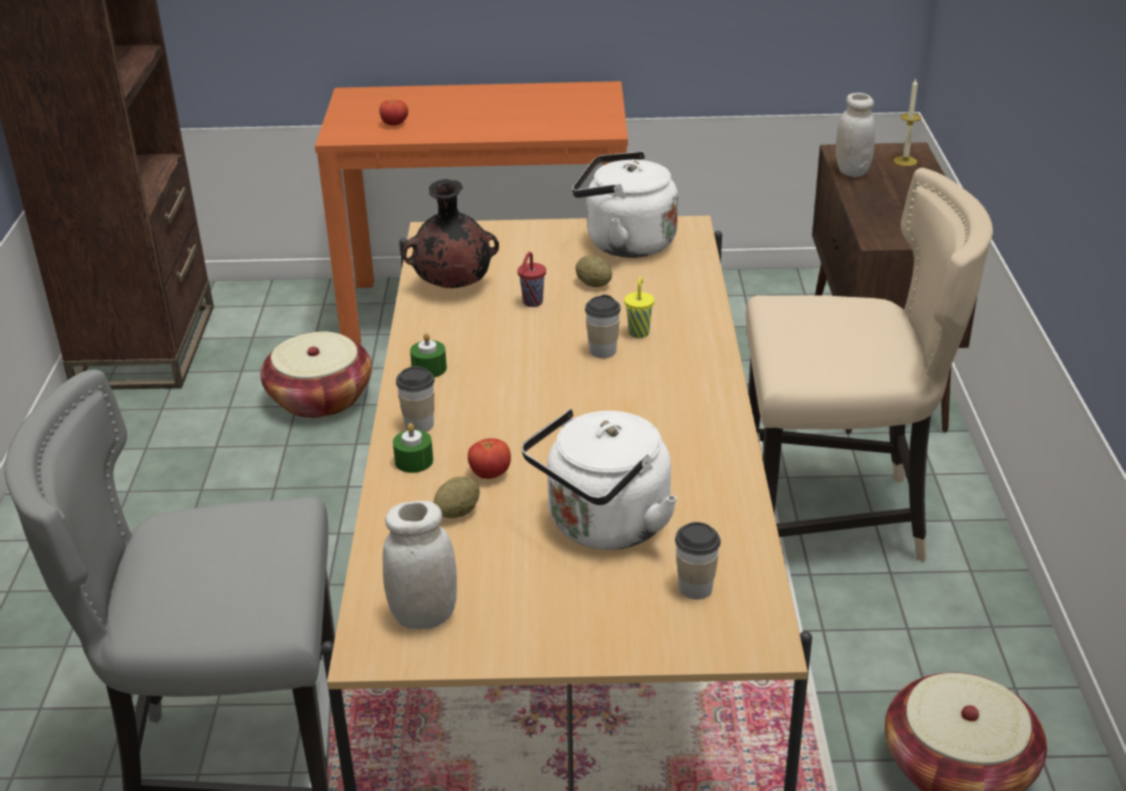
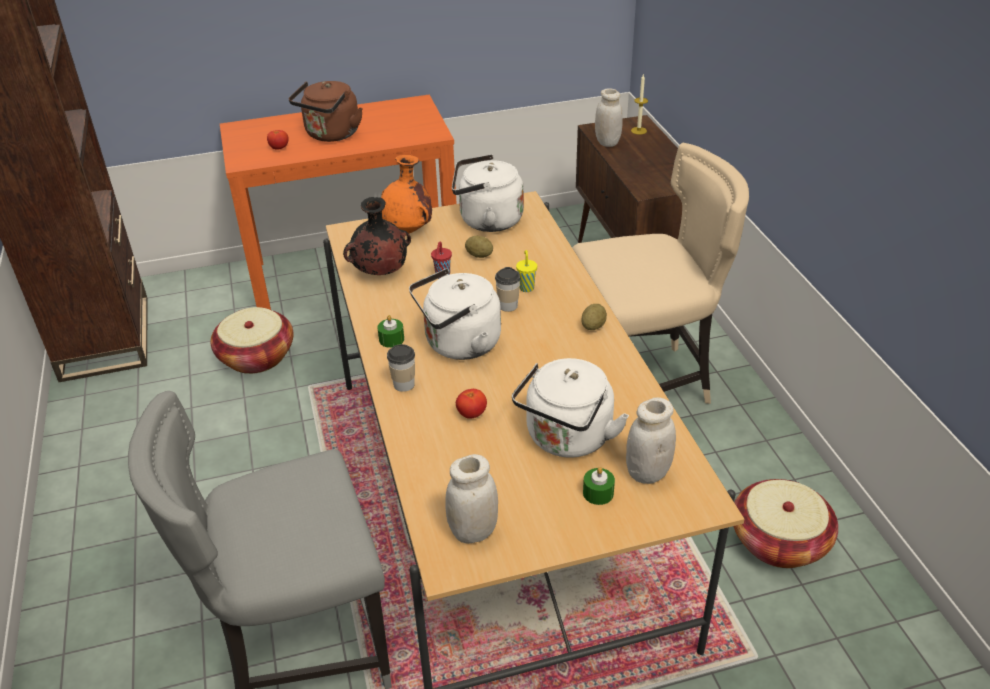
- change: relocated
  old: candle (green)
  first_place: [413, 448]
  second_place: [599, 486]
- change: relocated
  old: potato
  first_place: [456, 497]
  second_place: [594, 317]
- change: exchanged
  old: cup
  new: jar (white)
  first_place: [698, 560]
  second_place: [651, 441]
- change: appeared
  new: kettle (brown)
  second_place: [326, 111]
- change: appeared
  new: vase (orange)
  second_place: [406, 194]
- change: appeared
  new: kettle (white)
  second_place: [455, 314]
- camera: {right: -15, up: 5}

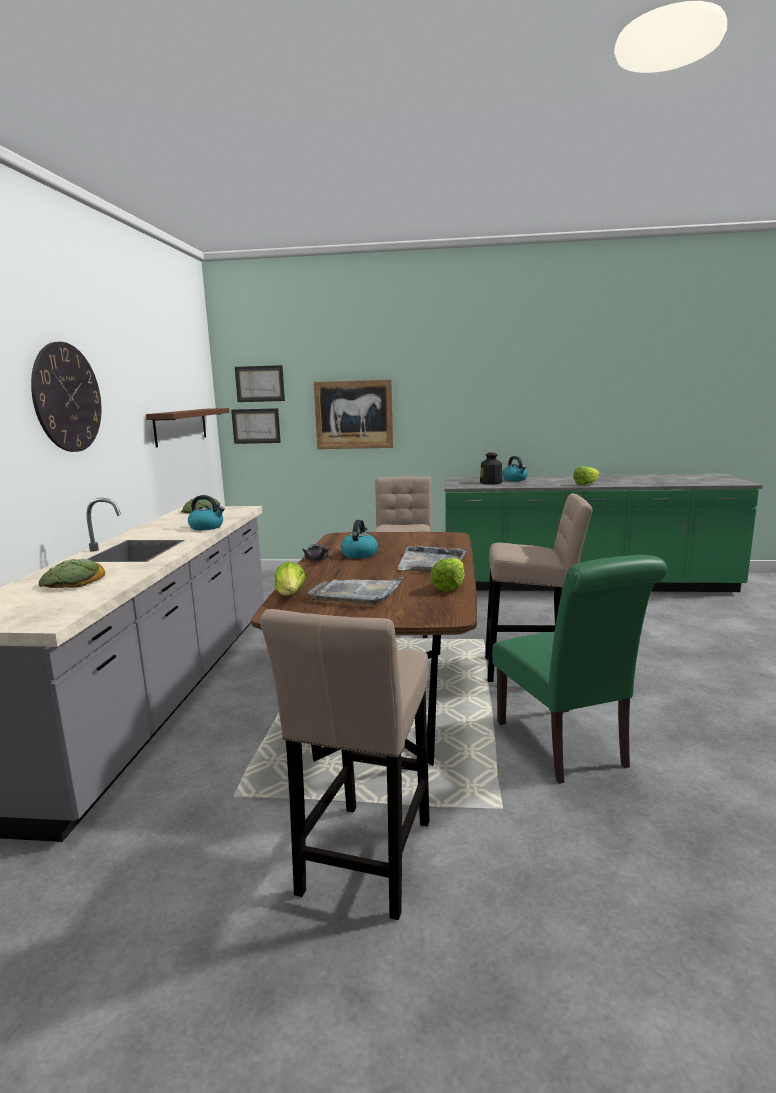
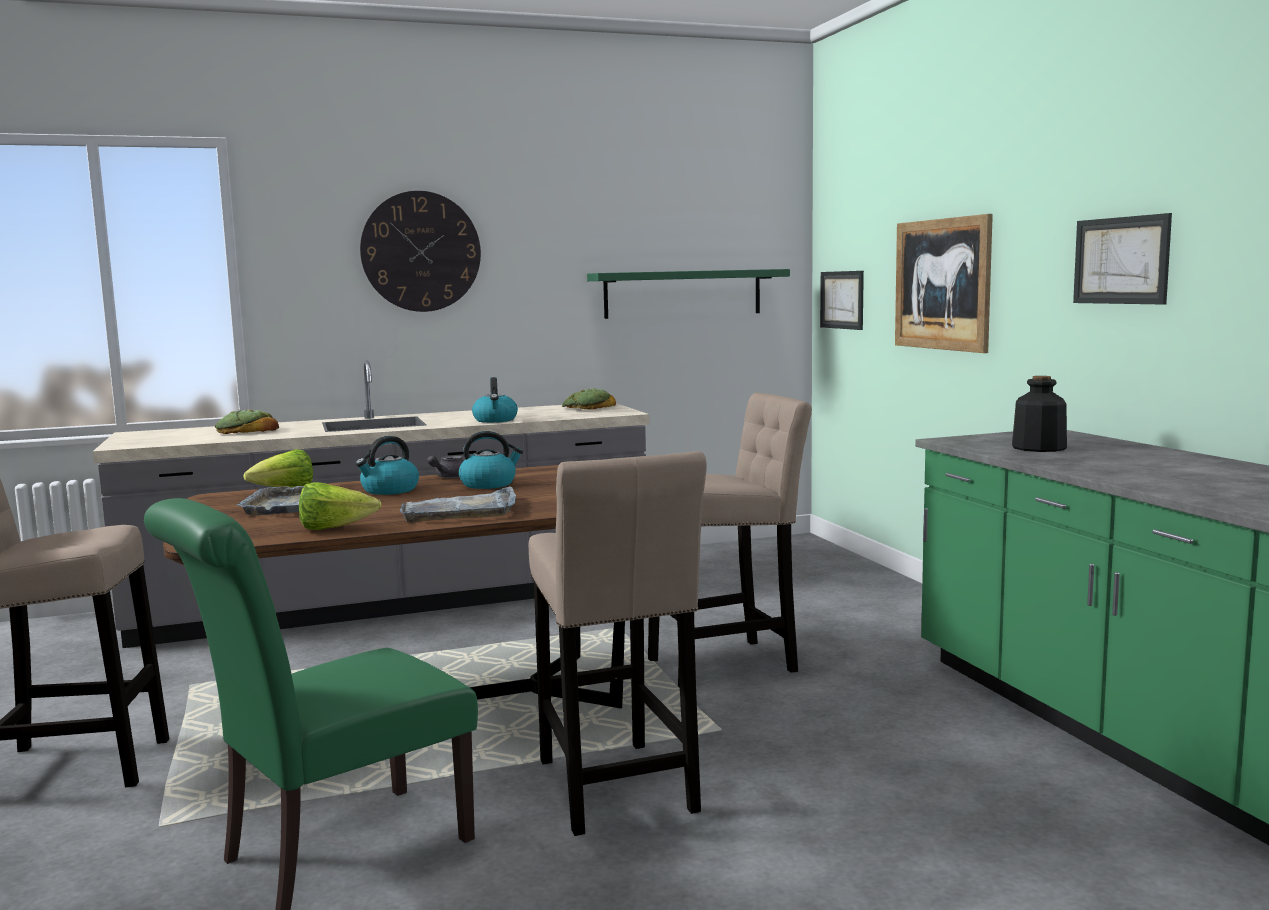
- change: colour
  old: shelf (brown)
  new: shelf (green)
  first_place: [187, 428]
  second_place: [688, 294]
- change: relocated
  old: picture
  first_place: [260, 383]
  second_place: [1122, 258]
- change: relocated
  old: kettle
  first_place: [515, 468]
  second_place: [387, 465]
- change: missing
  old: lettuce
  first_place: [586, 475]
- camera: {right: 65, up: -5}

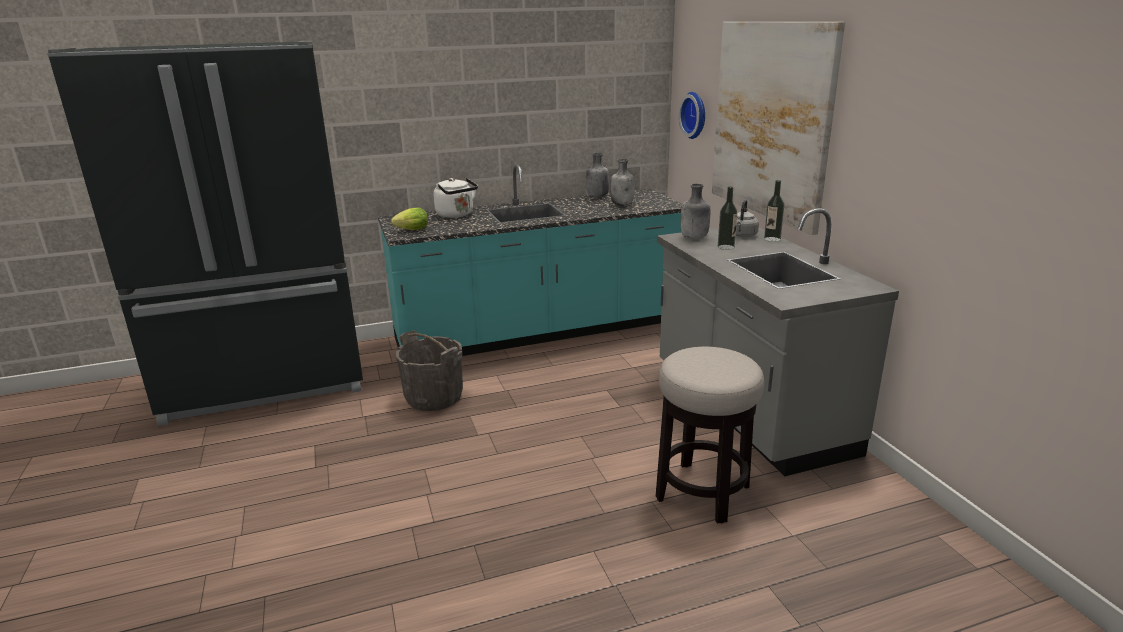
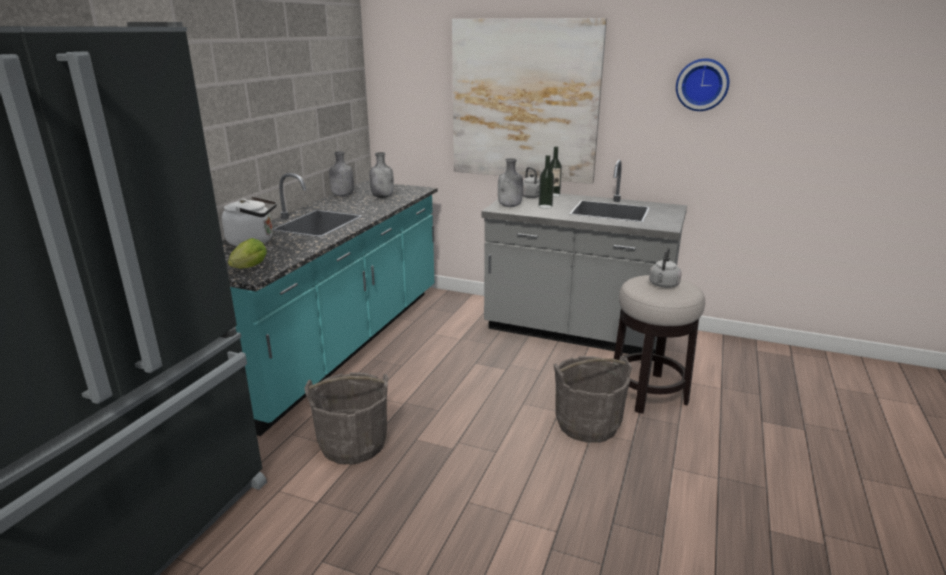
- change: relocated
  old: wall clock
  first_place: [692, 115]
  second_place: [702, 84]
- change: appeared
  new: bucket (grey)
  second_place: [592, 399]
- change: appeared
  new: kettle (grey)
  second_place: [665, 268]
- camera: {right: -50, up: 0}

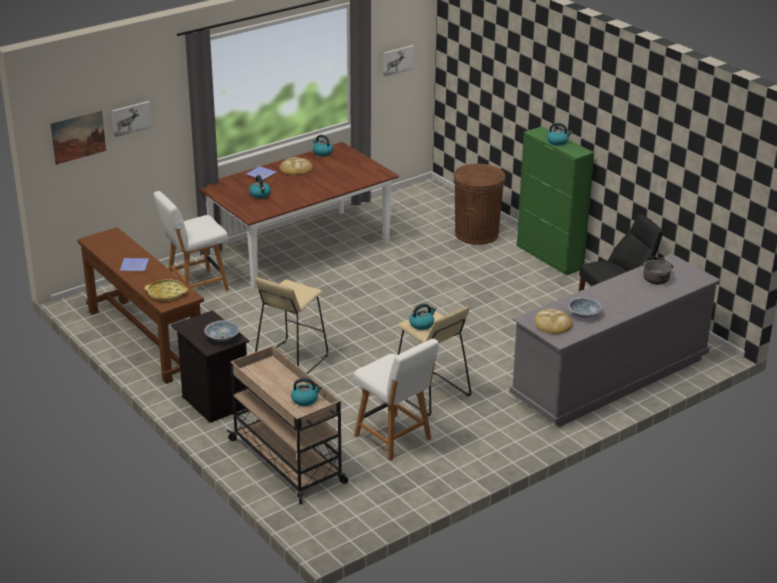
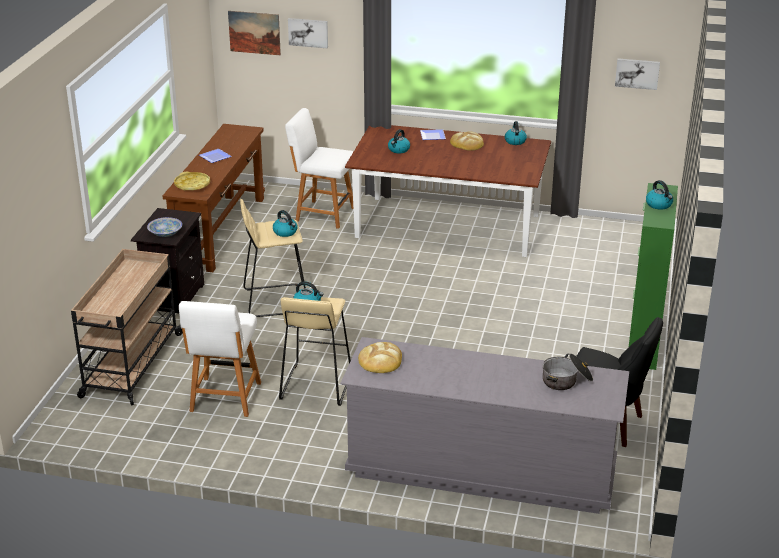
- change: relocated
  old: kettle
  first_place: [306, 392]
  second_place: [285, 223]
- change: missing
  old: trash can (brown)
  first_place: [479, 204]
- change: missing
  old: bowl
  first_place: [585, 307]
- camera: {right: 50, up: 0}

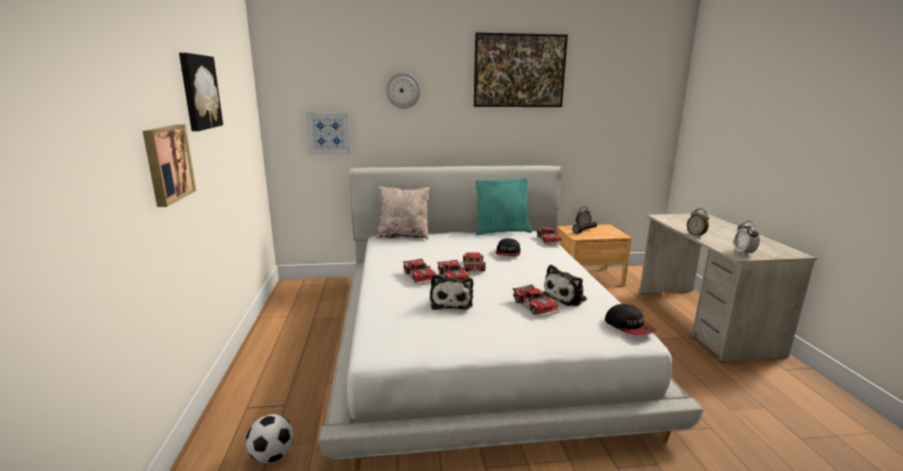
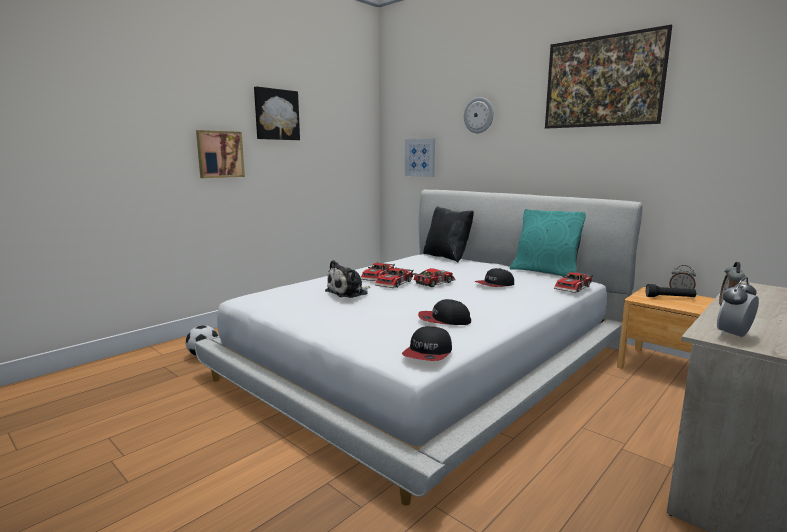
- change: colour
  old: pillow (beige)
  new: pillow (black)
  first_place: [403, 212]
  second_place: [448, 234]
- change: missing
  old: toy car
  first_place: [536, 300]
- change: exchanged
  old: plush toy
  new: cap
  first_place: [565, 285]
  second_place: [444, 312]
- camera: {right: 50, up: -5}

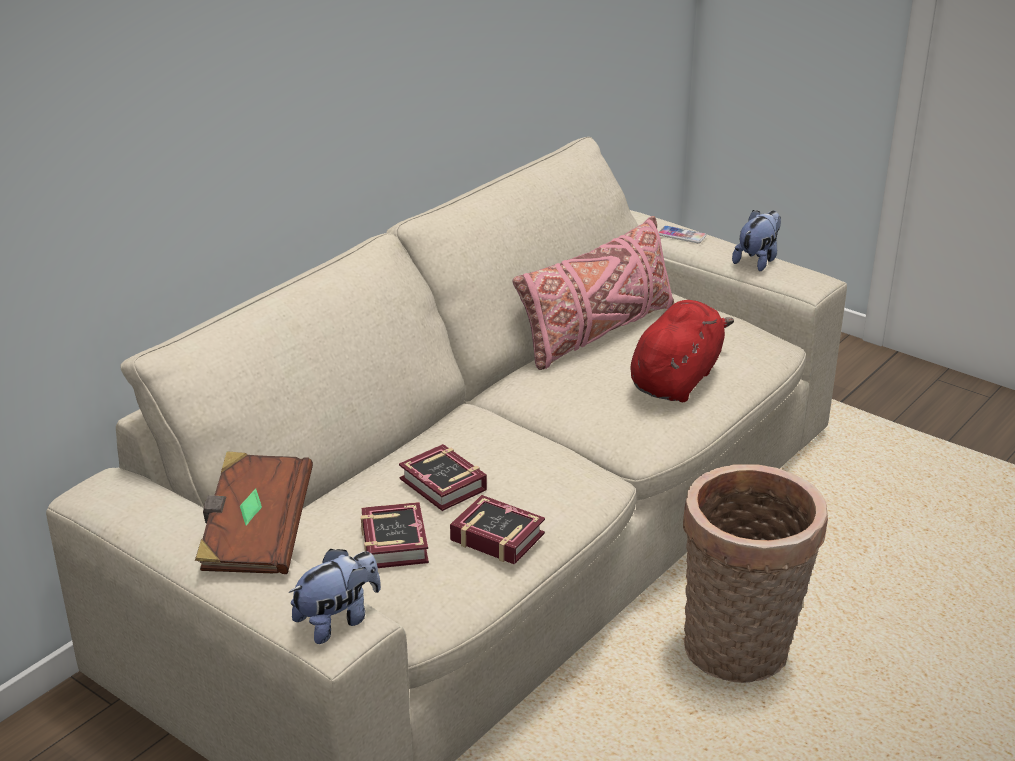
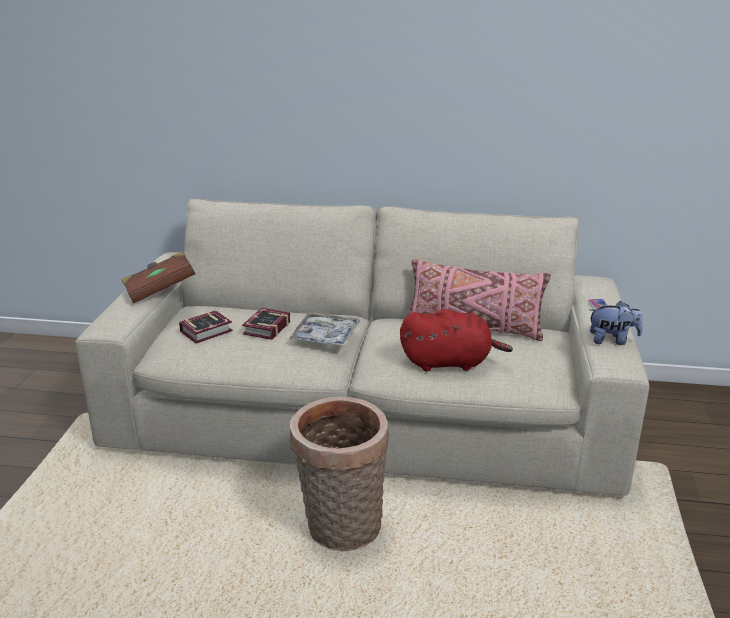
- change: missing
  old: plush toy
  first_place: [335, 596]
- change: missing
  old: book
  first_place: [497, 530]
- change: appeared
  new: tray
  second_place: [324, 329]
- camera: {right: 60, up: -5}

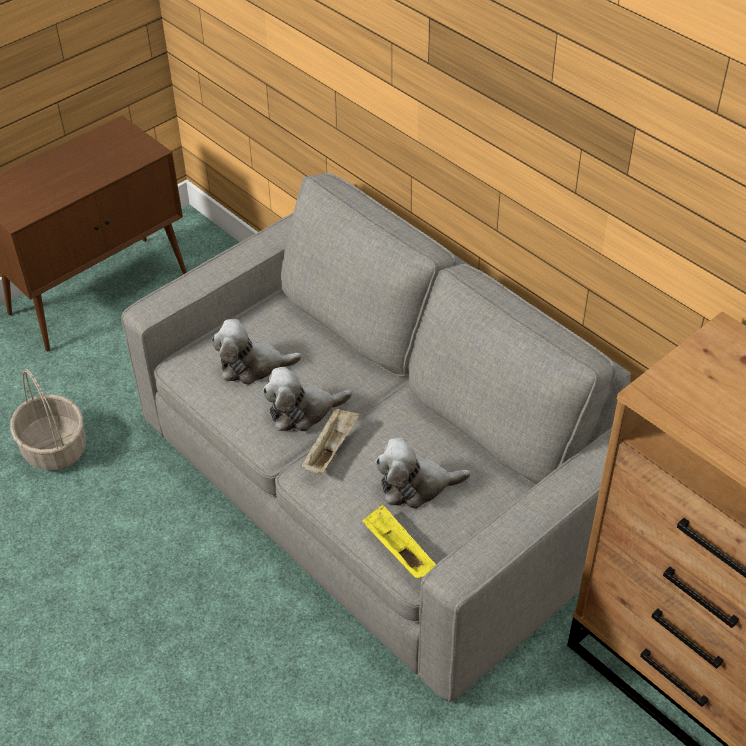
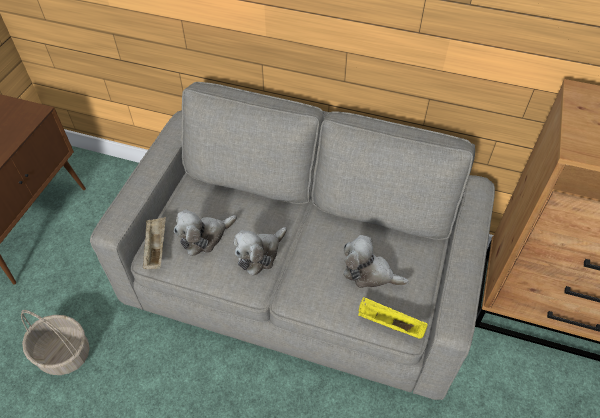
- change: relocated
  old: tray (beige)
  first_place: [330, 441]
  second_place: [154, 243]
- change: spun
  old: plush toy
  first_place: [423, 473]
  second_place: [376, 261]
  degrees: 60
- camera: {right: -30, up: 5}

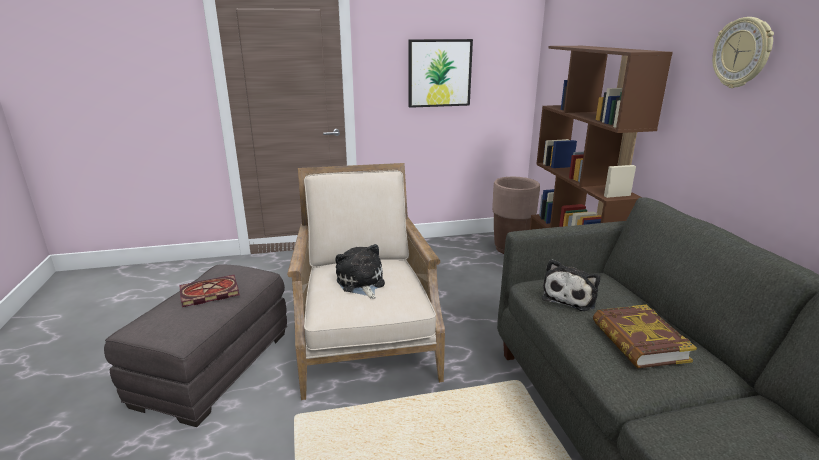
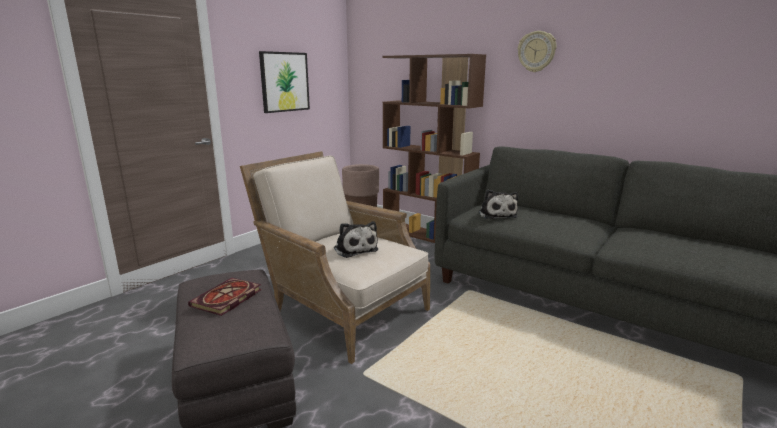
- change: spun
  old: plush toy
  first_place: [360, 271]
  second_place: [356, 239]
  degrees: -150
- change: missing
  old: book
  first_place: [645, 337]
- camera: {right: -40, up: -5}

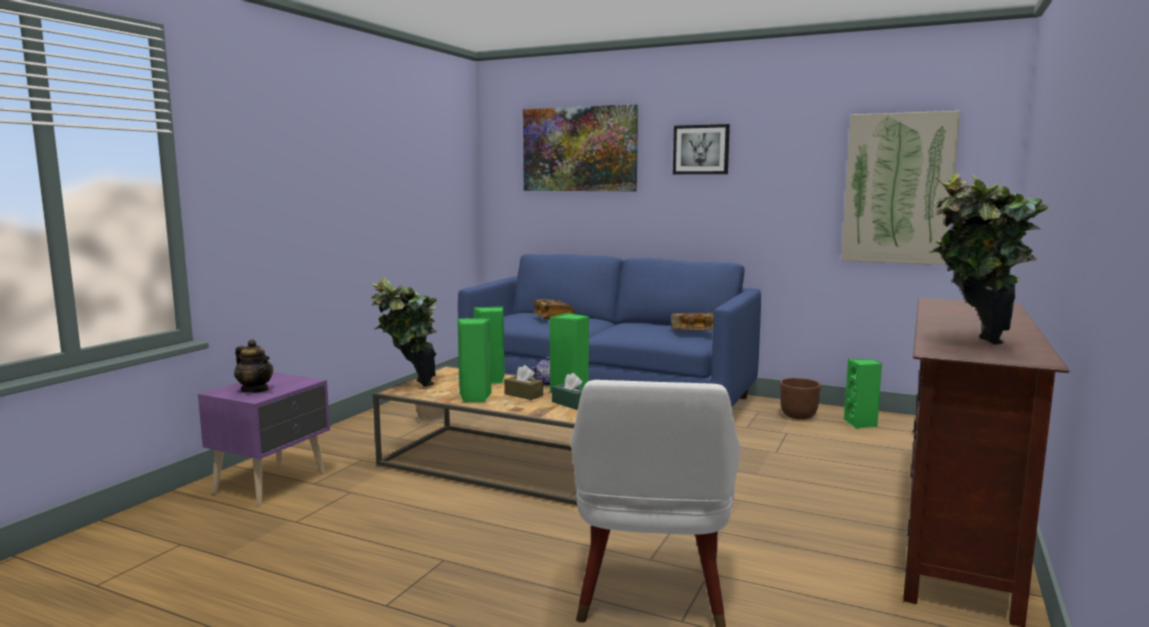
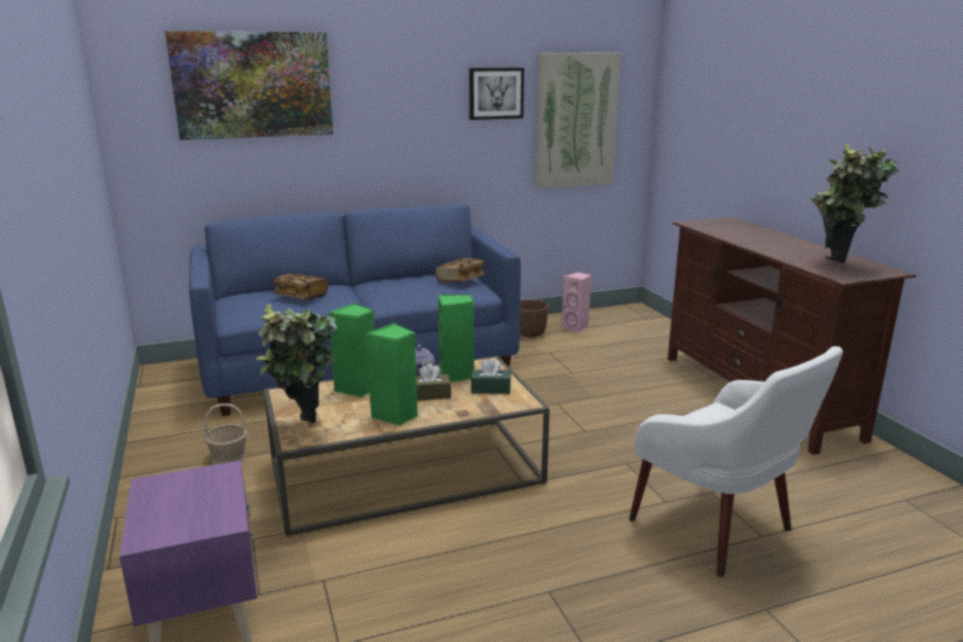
- change: missing
  old: teapot
  first_place: [253, 366]
- change: relocated
  old: picture
  first_place: [701, 149]
  second_place: [496, 94]
- change: colour
  old: speaker (green)
  new: speaker (pink)
  first_place: [863, 394]
  second_place: [576, 302]
- camera: {right: -45, up: 10}

